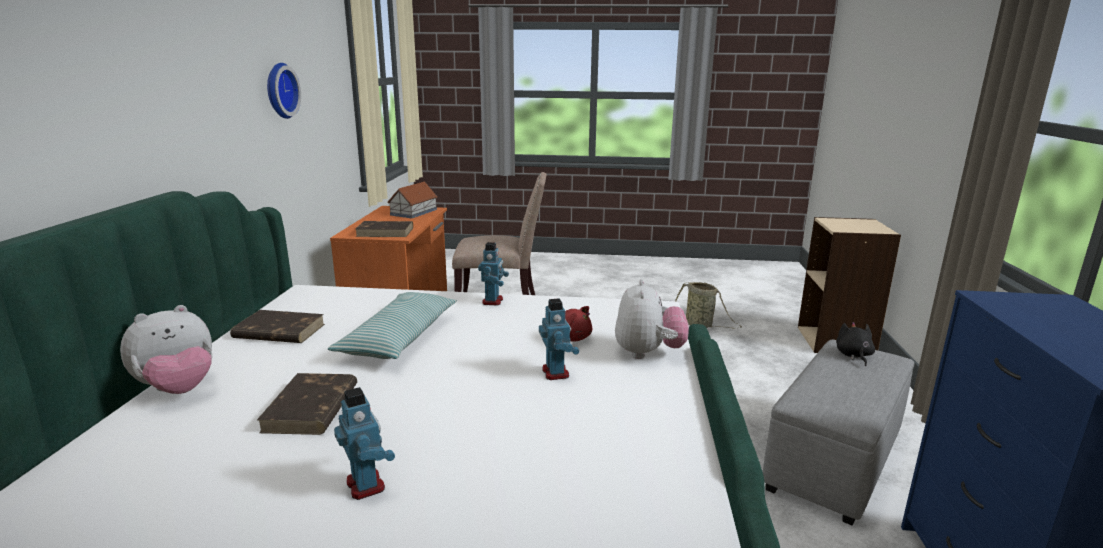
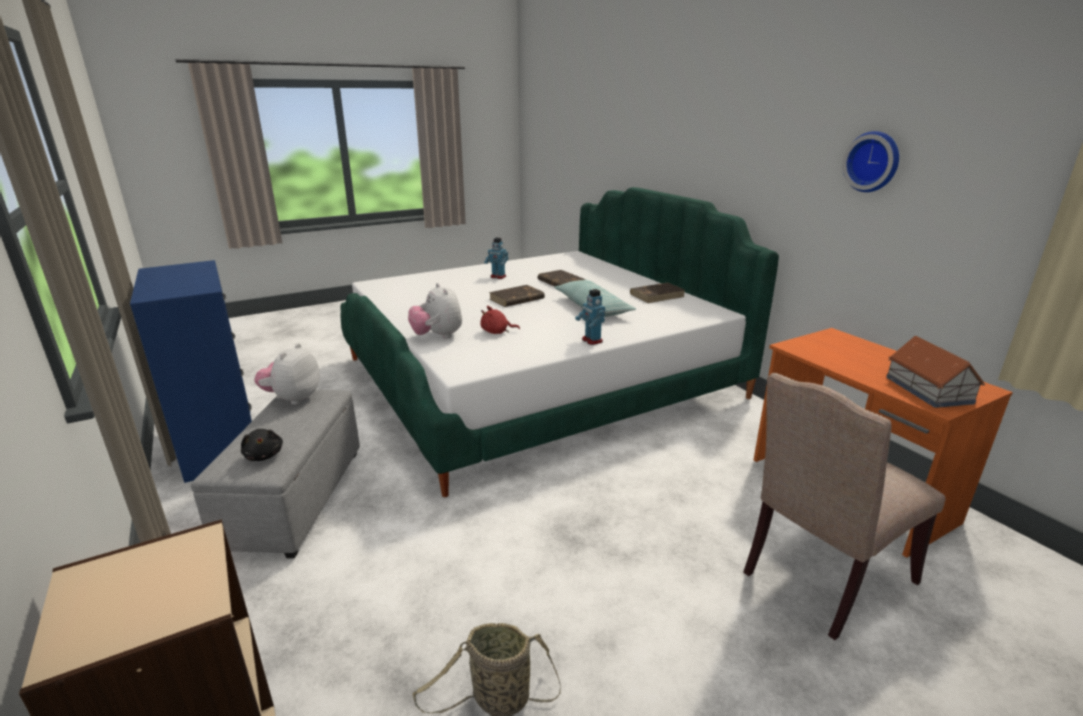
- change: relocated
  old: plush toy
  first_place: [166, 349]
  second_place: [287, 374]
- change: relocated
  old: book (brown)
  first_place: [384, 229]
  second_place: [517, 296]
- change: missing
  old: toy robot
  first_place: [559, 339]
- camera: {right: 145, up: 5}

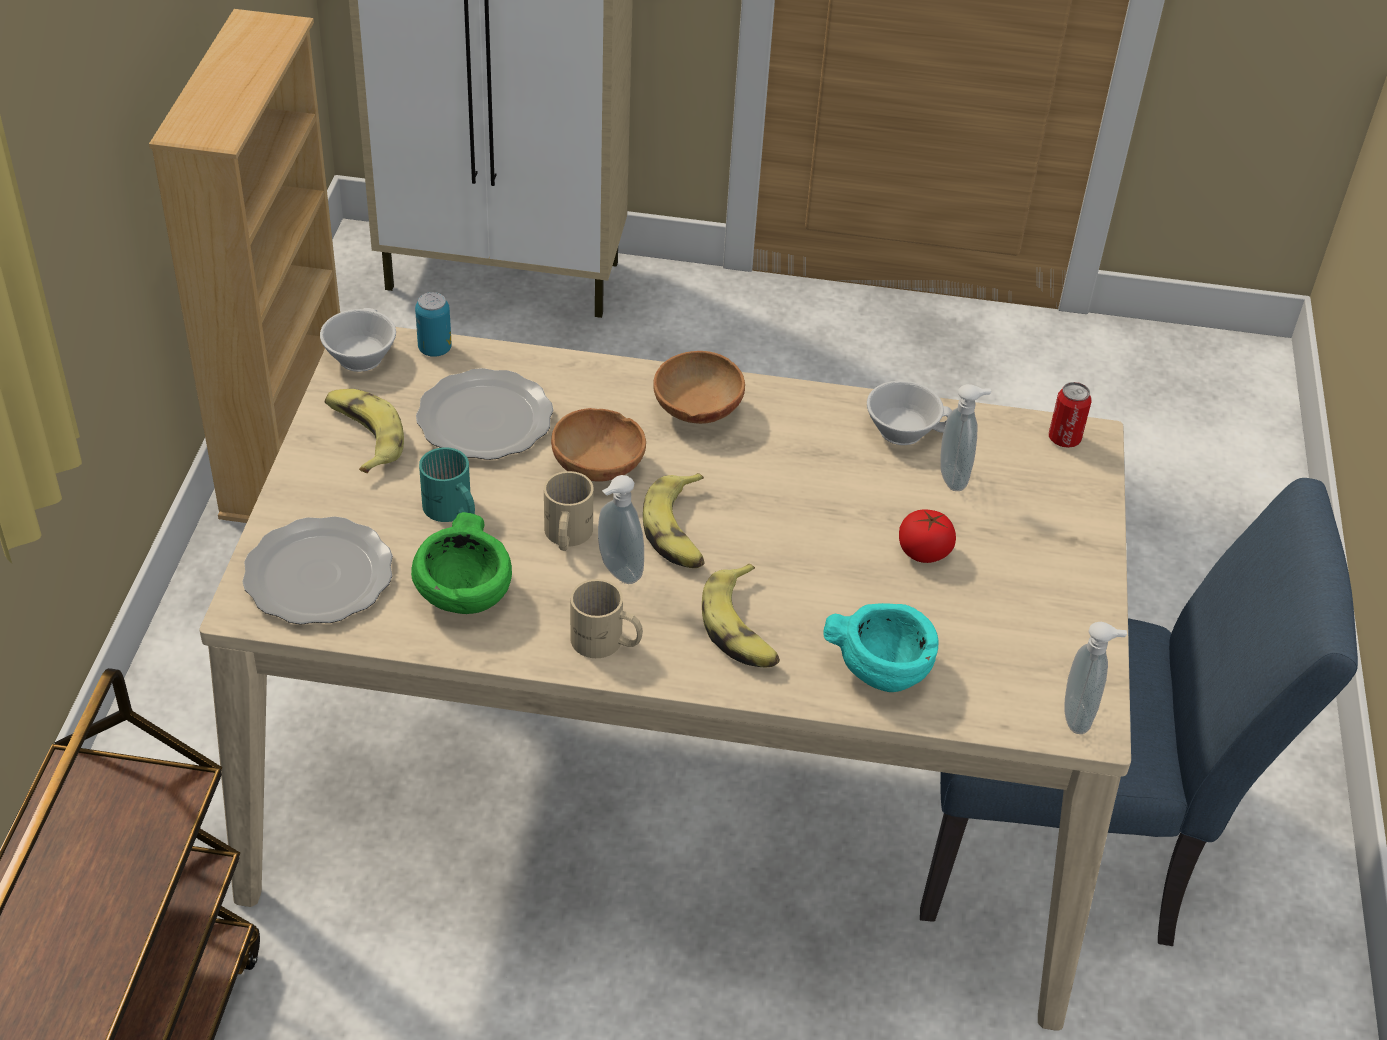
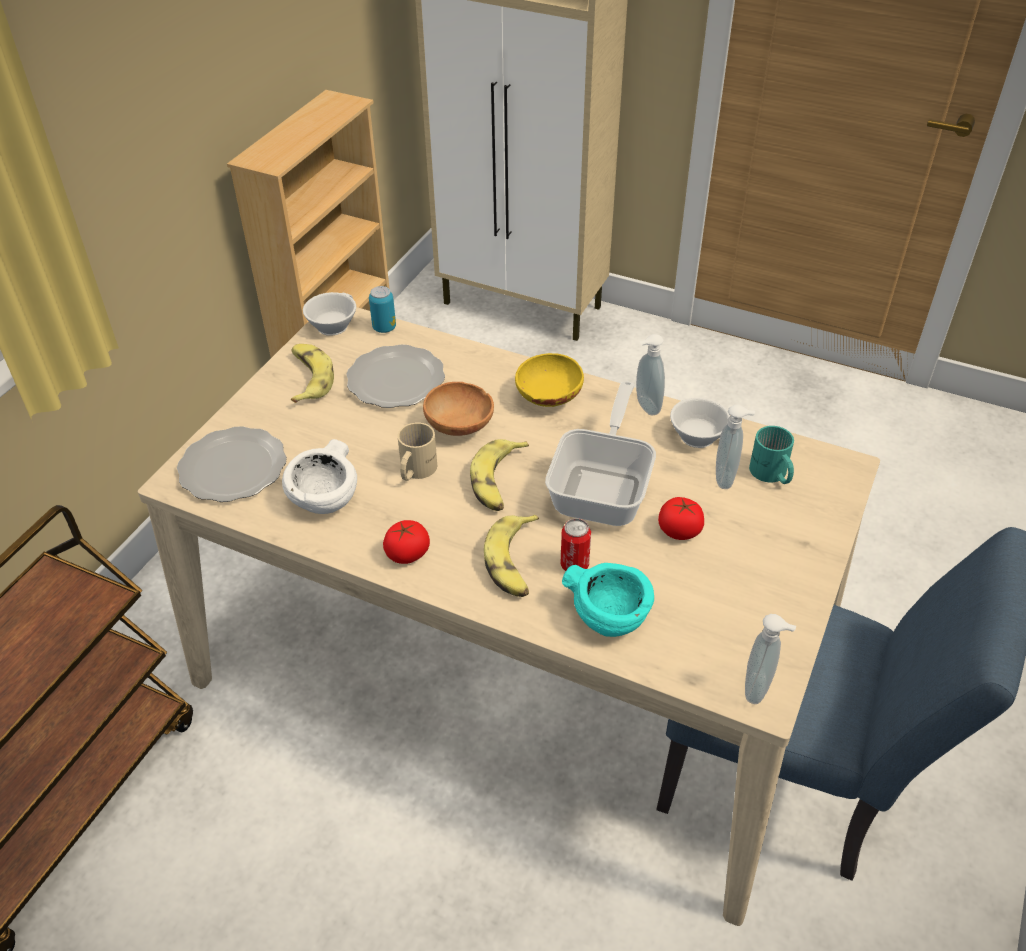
- change: colour
  old: bowl (green)
  new: bowl (white)
  first_place: [461, 563]
  second_place: [319, 476]
- change: relocated
  old: mug (turquoise)
  first_place: [447, 484]
  second_place: [771, 455]
- change: exchanged
  old: mug (beige)
  new: tomato
  first_place: [606, 618]
  second_place: [406, 542]
- change: relocated
  old: soap dispenser
  first_place: [621, 529]
  second_place: [650, 375]
- change: colour
  old: bowl (brown)
  new: bowl (yellow)
  first_place: [699, 387]
  second_place: [549, 380]
- change: relocated
  old: can
  first_place: [1070, 415]
  second_place: [575, 544]
- change: appeared
  new: frying pan
  second_place: [600, 453]
- camera: {right: 20, up: 0}

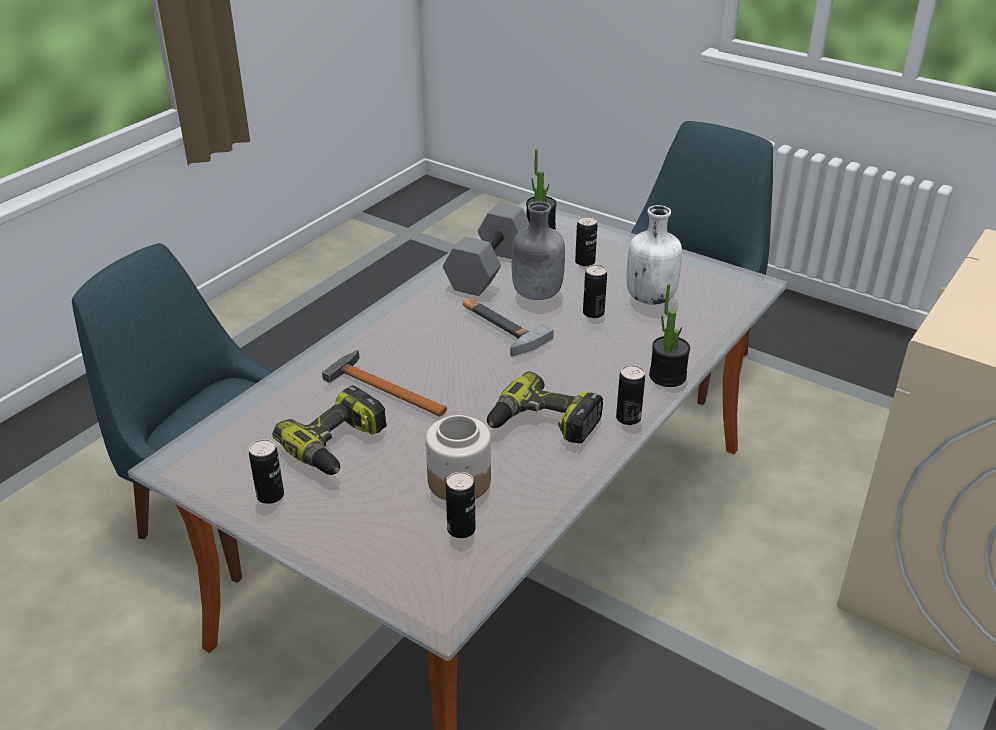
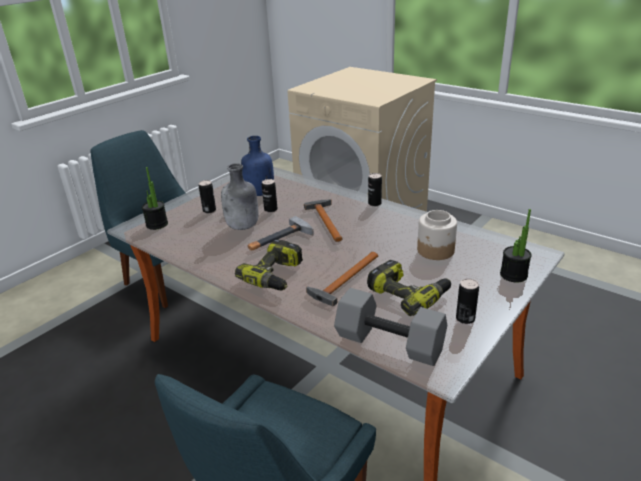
- change: relocated
  old: dumbbell (grey)
  first_place: [486, 249]
  second_place: [390, 327]
- change: missing
  old: can
  first_place: [461, 505]
- change: relocated
  old: power drill
  first_place: [545, 407]
  second_place: [269, 265]
- change: colour
  old: bottle (white)
  new: bottle (blue)
  first_place: [654, 255]
  second_place: [257, 166]
- change: relocated
  old: potted plant
  first_place: [669, 335]
  second_place: [516, 246]
- change: appeared
  new: hammer
  second_place: [323, 220]
- camera: {right: -85, up: -5}

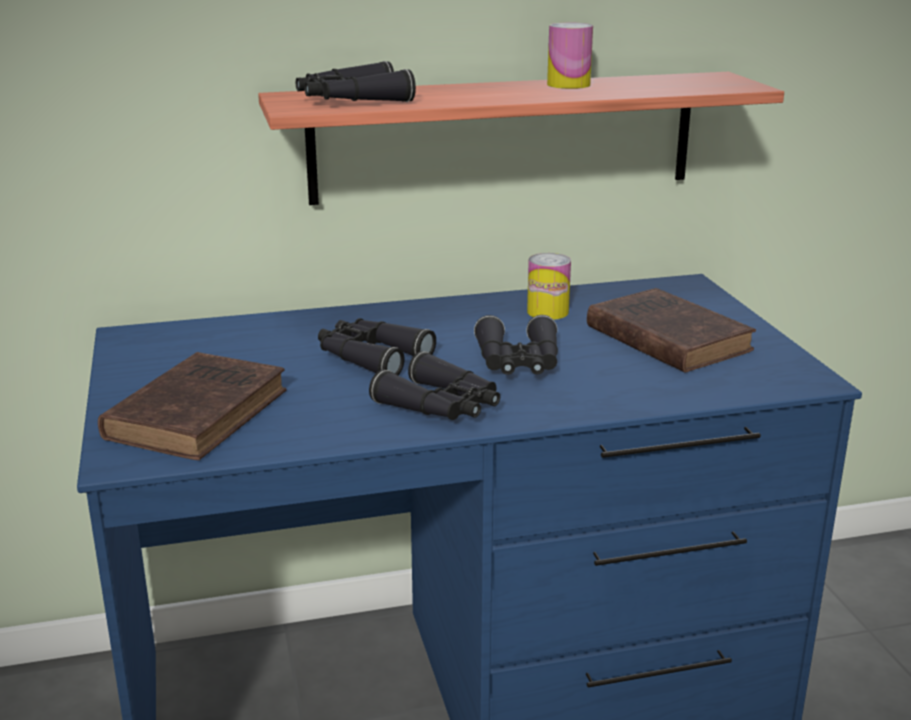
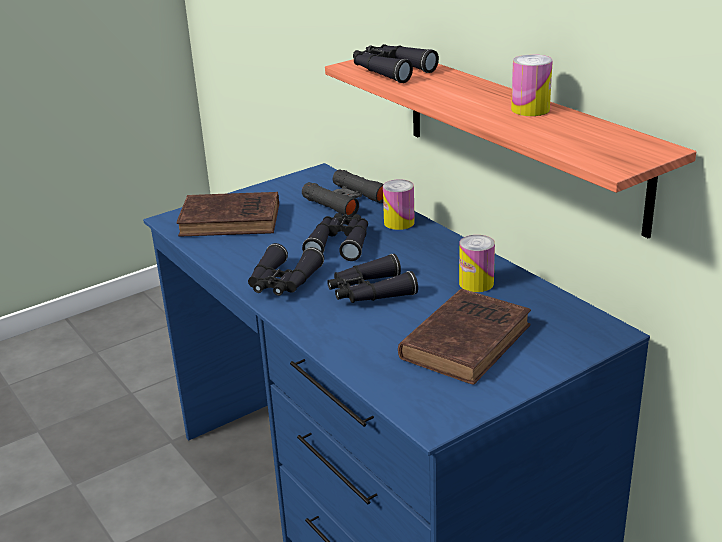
- change: appeared
  new: binoculars (black)
  second_place: [342, 193]
- change: appeared
  new: can
  second_place: [399, 204]
- camera: {right: 70, up: 5}

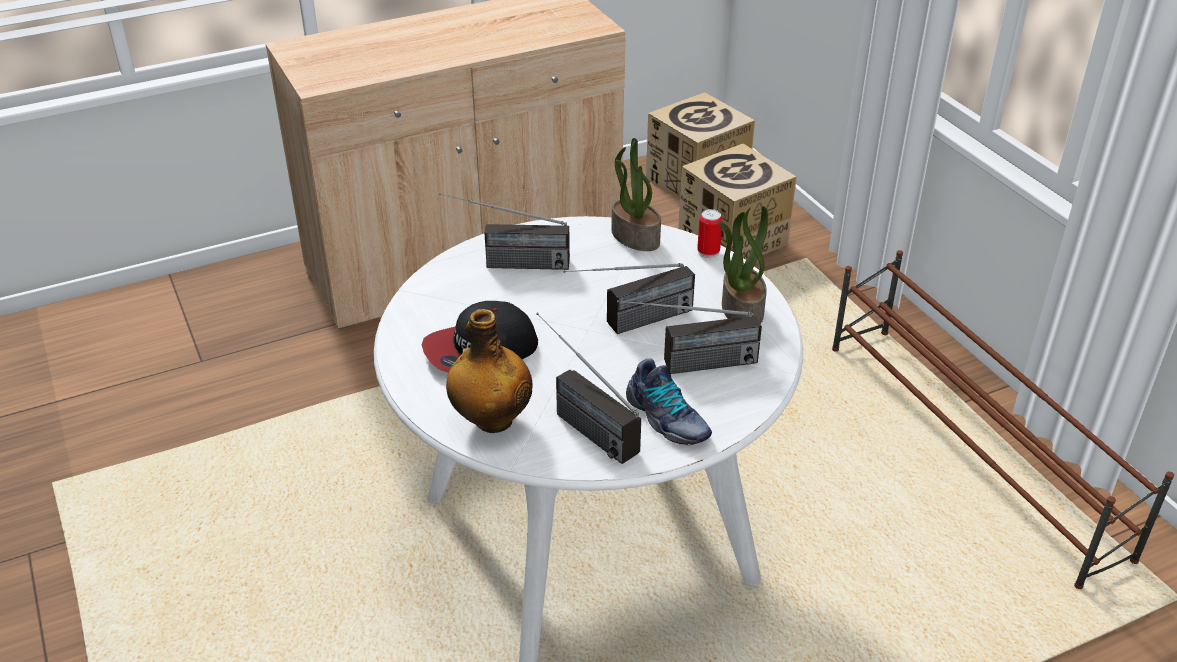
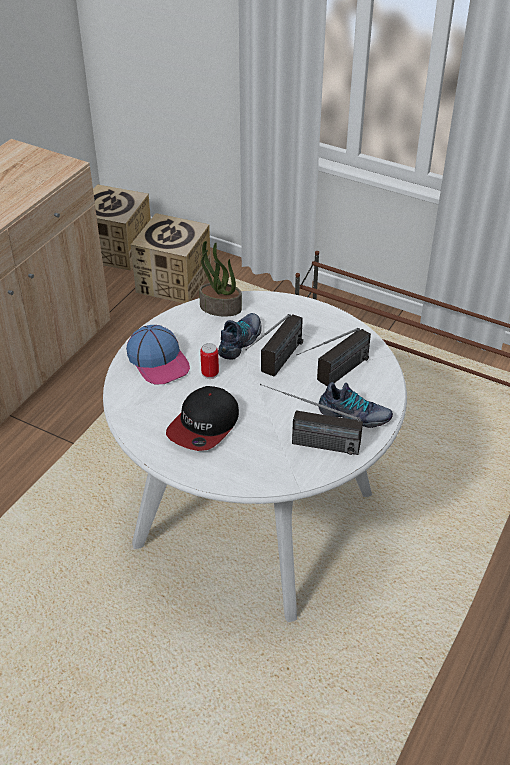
- change: exchanged
  old: radio
  new: cap
  first_place: [504, 231]
  second_place: [158, 354]
- change: missing
  old: bottle
  first_place: [489, 371]
- change: relocated
  old: can
  first_place: [710, 233]
  second_place: [209, 361]
- change: missing
  old: potted plant
  first_place: [743, 265]
- change: appeared
  new: shoe
  second_place: [240, 336]
- camera: {right: -35, up: 5}

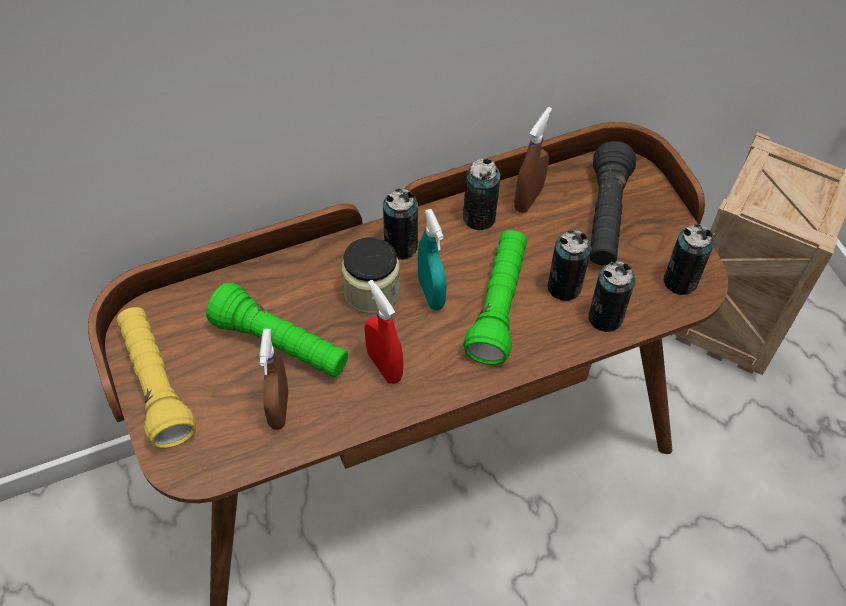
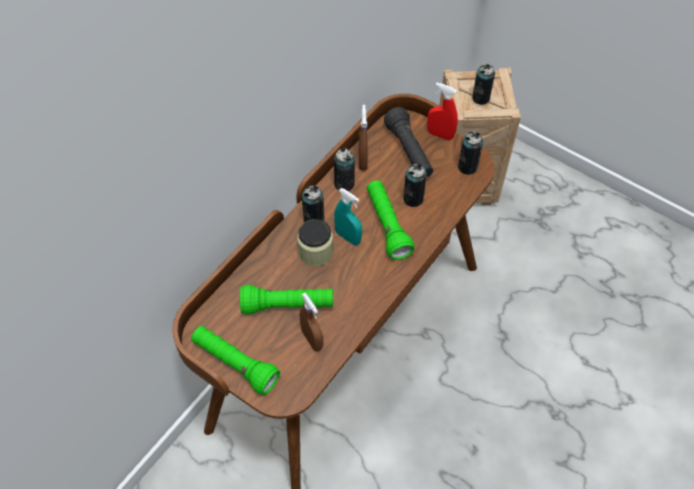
- change: colour
  old: flashlight (yellow)
  new: flashlight (green)
  first_place: [156, 378]
  second_place: [235, 360]
- change: relocated
  old: spray bottle (red)
  first_place: [384, 332]
  second_place: [442, 111]
- change: relocated
  old: can
  first_place: [612, 296]
  second_place: [483, 84]
- camera: {right: -30, up: 0}

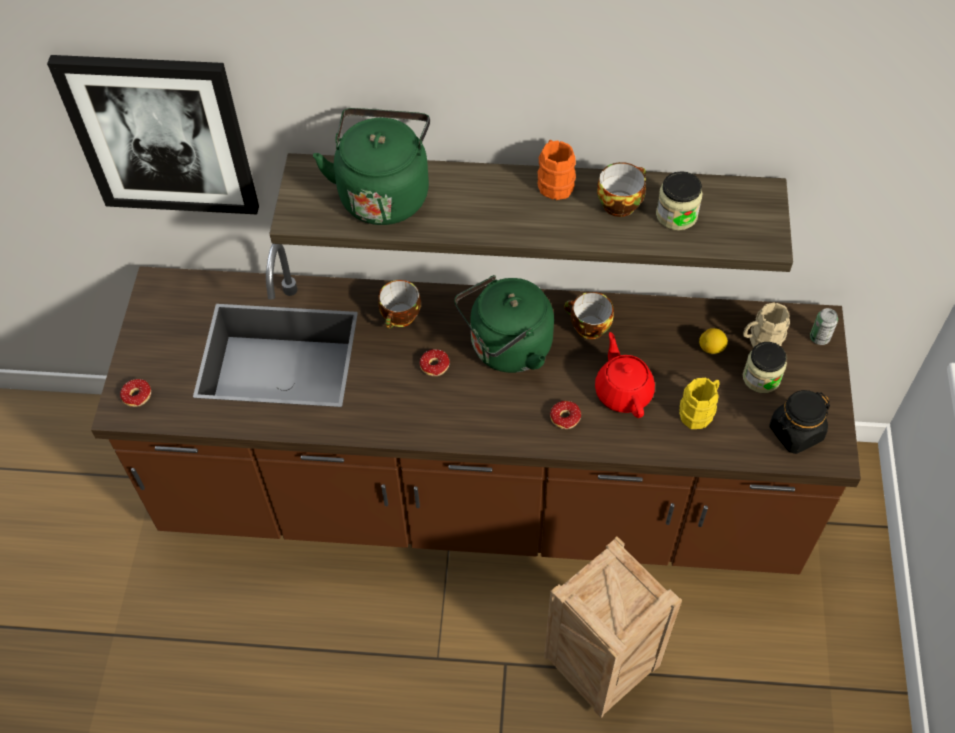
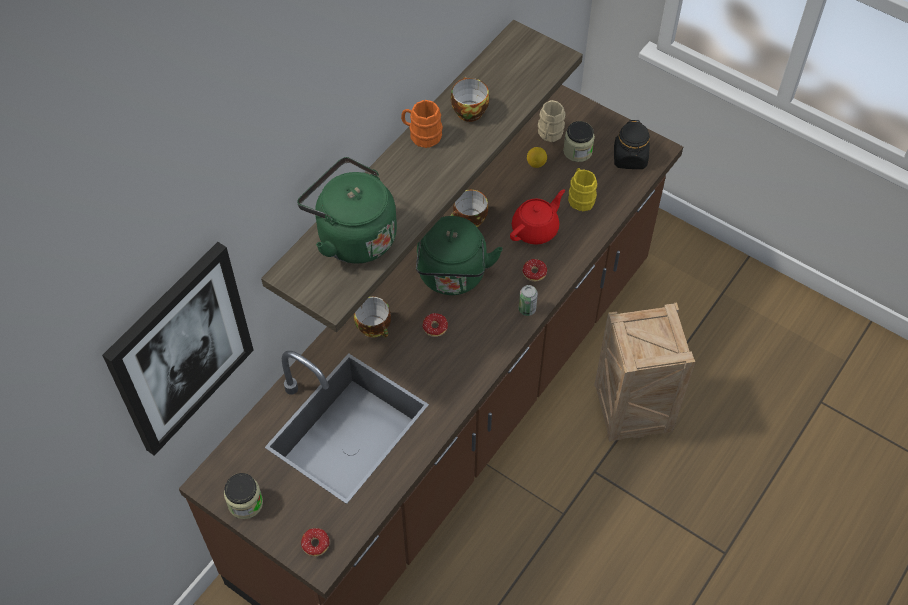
- change: spun
  old: teapot (red)
  first_place: [625, 375]
  second_place: [537, 217]
  degrees: 120
- change: relocated
  old: jar
  first_place: [679, 200]
  second_place: [243, 496]
- change: relocated
  old: can
  first_place: [824, 326]
  second_place: [528, 300]
- camera: {right: -60, up: 0}

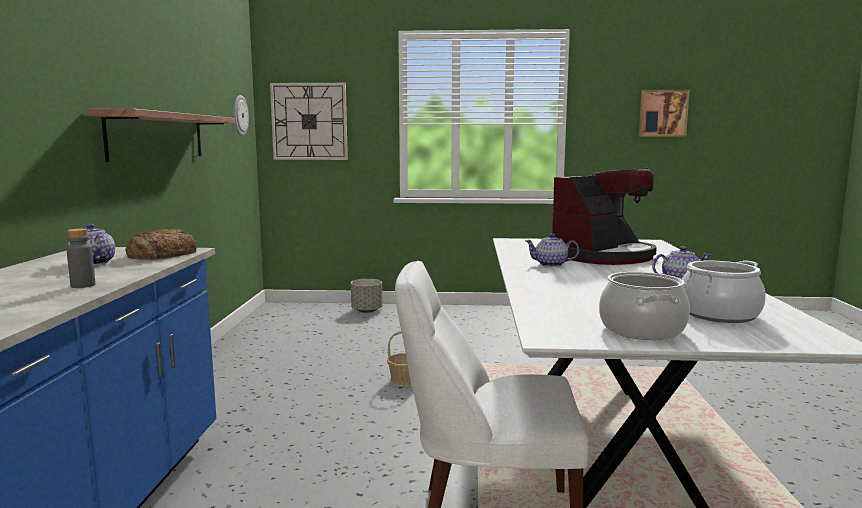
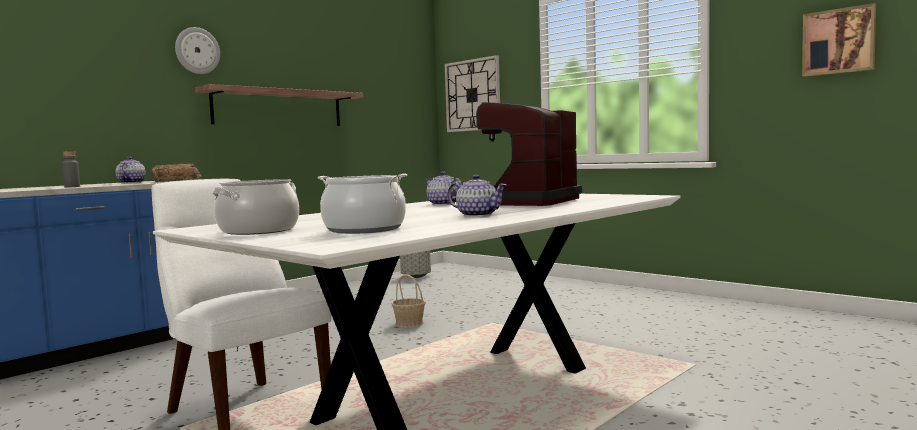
- change: relocated
  old: wall clock
  first_place: [241, 115]
  second_place: [197, 50]
- change: relocated
  old: planter (grey)
  first_place: [367, 296]
  second_place: [415, 264]
- change: spun
  old: coffee machine
  first_place: [604, 216]
  second_place: [529, 154]
  degrees: 120
- camera: {right: 40, up: -5}

